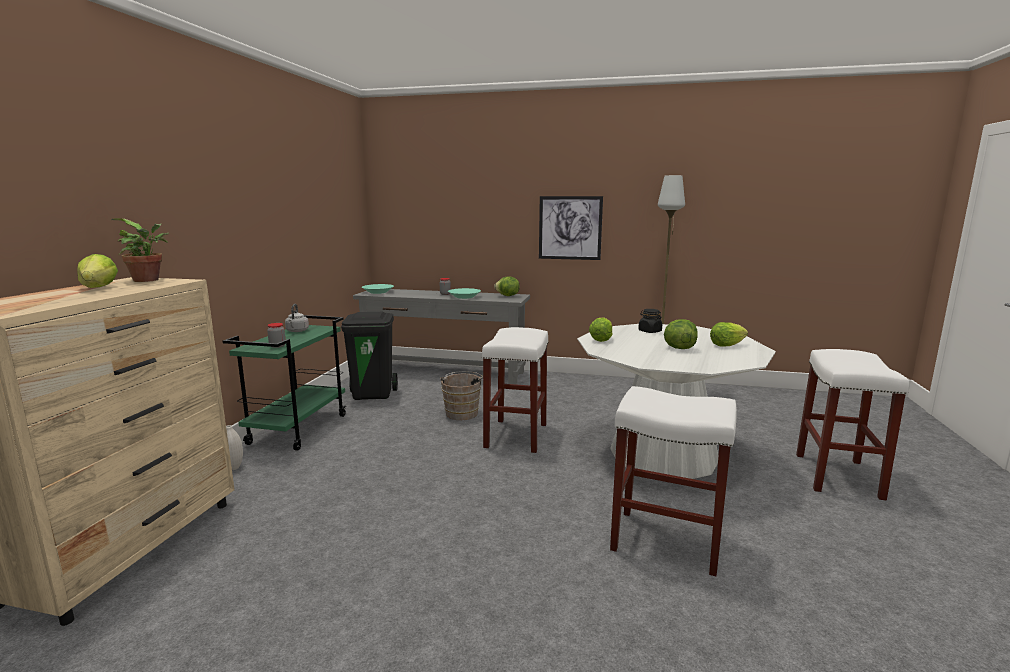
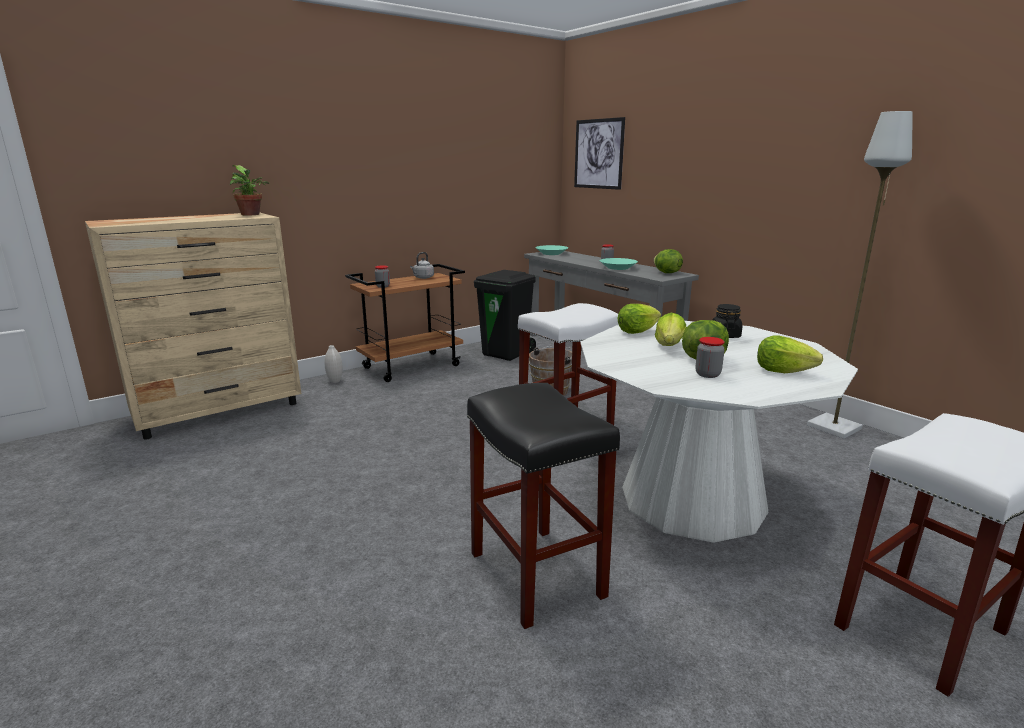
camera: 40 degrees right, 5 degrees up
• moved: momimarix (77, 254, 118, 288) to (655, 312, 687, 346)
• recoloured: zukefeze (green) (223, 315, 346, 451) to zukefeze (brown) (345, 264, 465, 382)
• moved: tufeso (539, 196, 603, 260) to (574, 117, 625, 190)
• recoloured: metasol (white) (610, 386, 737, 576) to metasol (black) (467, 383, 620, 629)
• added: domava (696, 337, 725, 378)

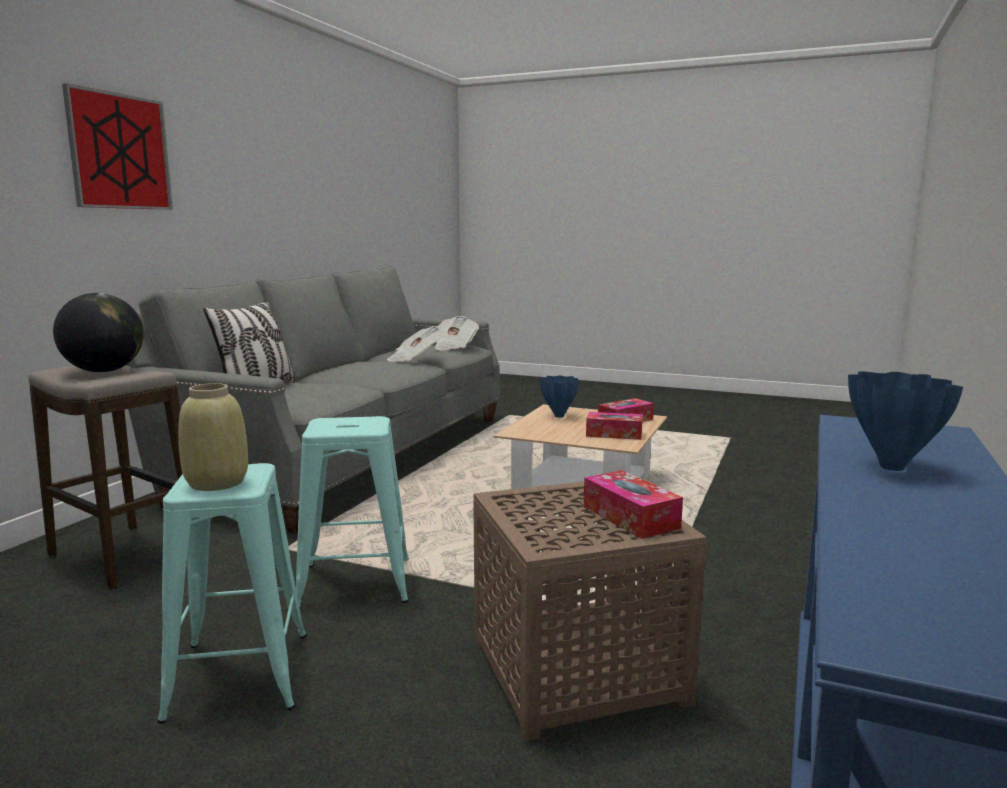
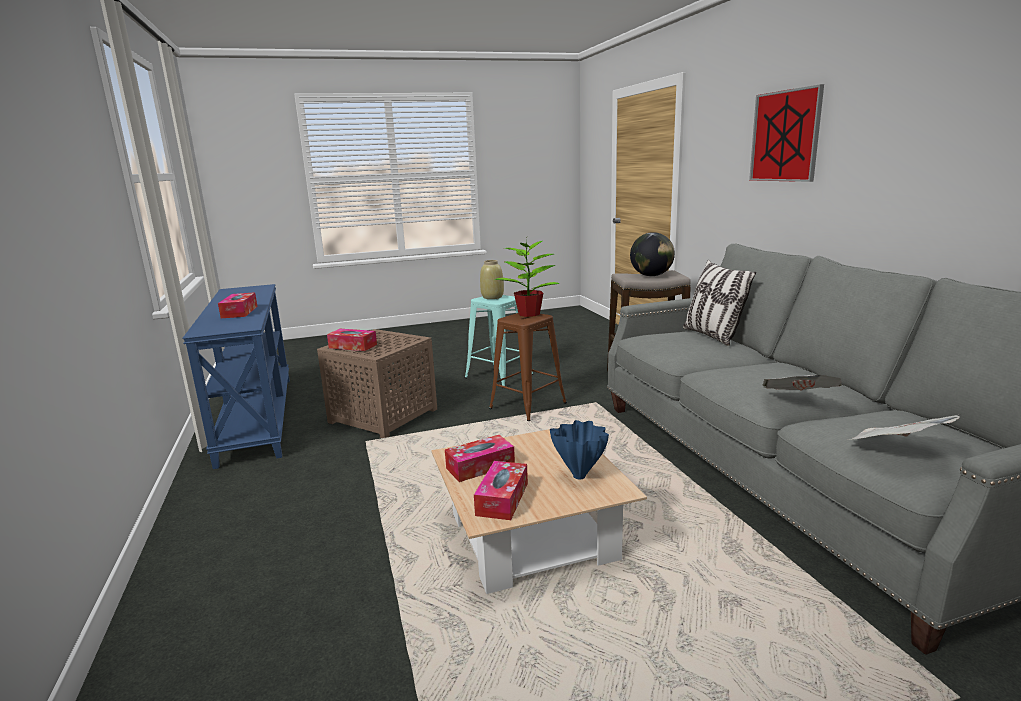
camera: 140 degrees right, 5 degrees up
• recoloured: metasol (turquoise) (296, 416, 409, 608) to metasol (brown) (489, 313, 567, 421)
• replaced: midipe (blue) (848, 371, 963, 471) to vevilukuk (218, 292, 258, 318)
• added: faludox (495, 238, 560, 317)

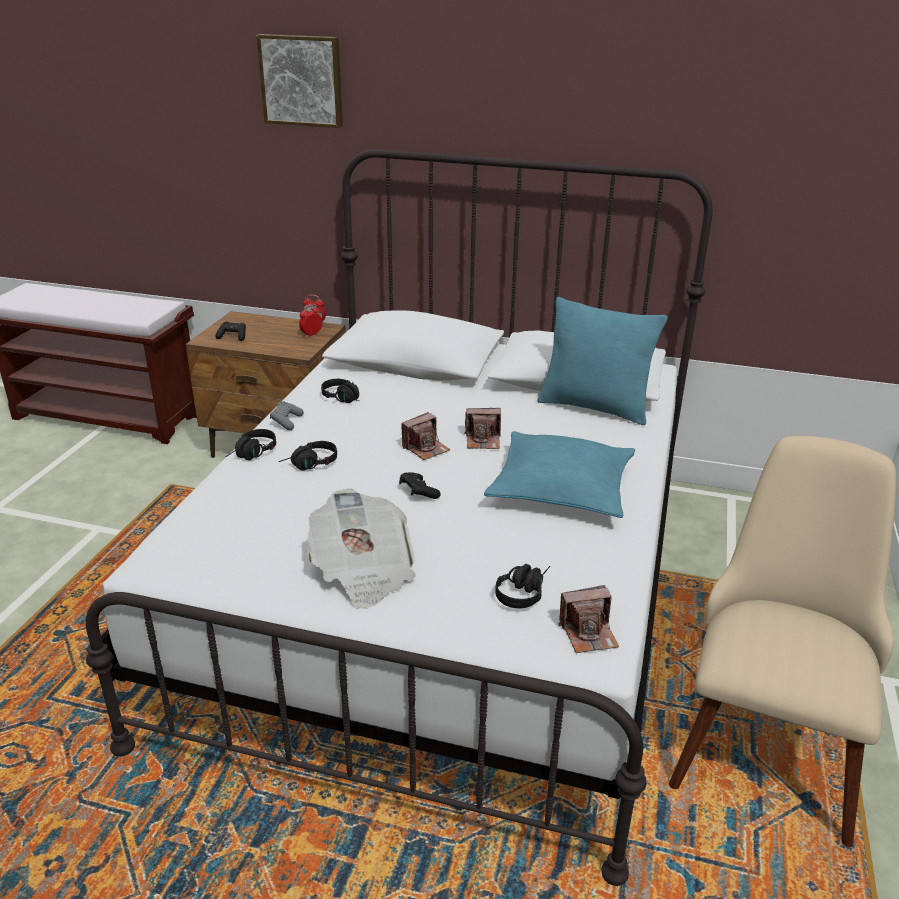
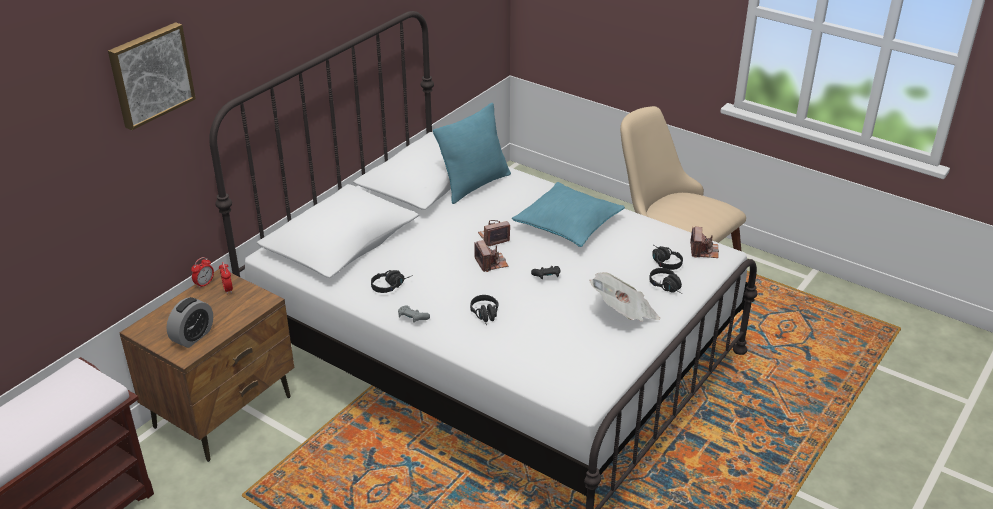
camera: 70 degrees left, 5 degrees up
• replaced: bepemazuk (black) (215, 322, 246, 341) to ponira (166, 297, 213, 348)
• moved: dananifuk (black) (226, 429, 276, 460) to (649, 268, 682, 294)
• turned: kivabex (464, 408, 501, 449) = (478, 220, 510, 246) 135 degrees counterclockwise

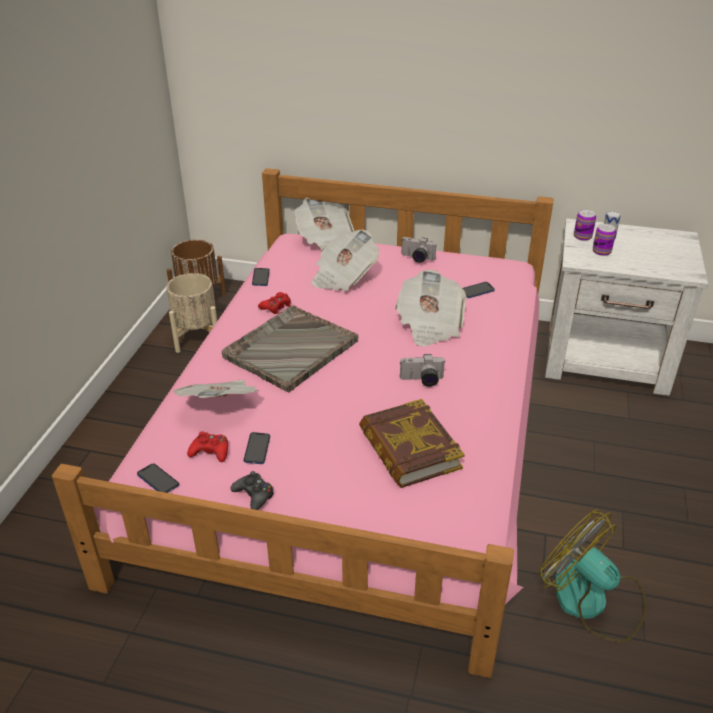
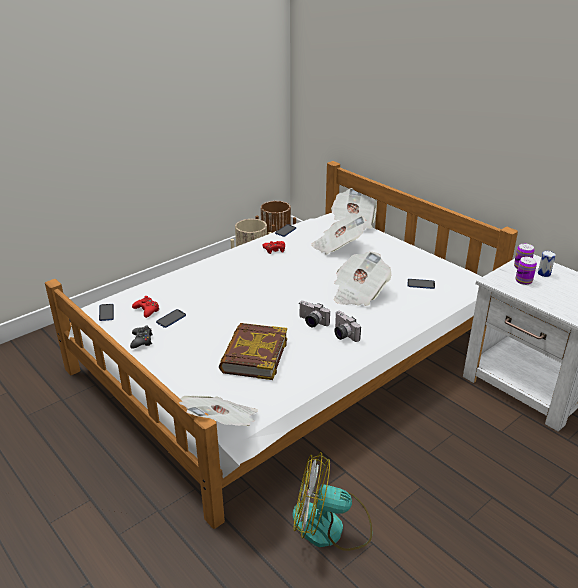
camera: 35 degrees right, 5 degrees down
• recoloured: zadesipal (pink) (52, 168, 554, 678) to zadesipal (white) (45, 161, 518, 529)
• moved: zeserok (174, 380, 259, 398) to (179, 396, 258, 426)
• removed: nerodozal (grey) (222, 305, 358, 393)
• moved: kivabex (401, 237, 437, 263) to (334, 311, 361, 342)
• turned: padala (538, 510, 647, 642) = (293, 452, 372, 551) 75 degrees counterclockwise

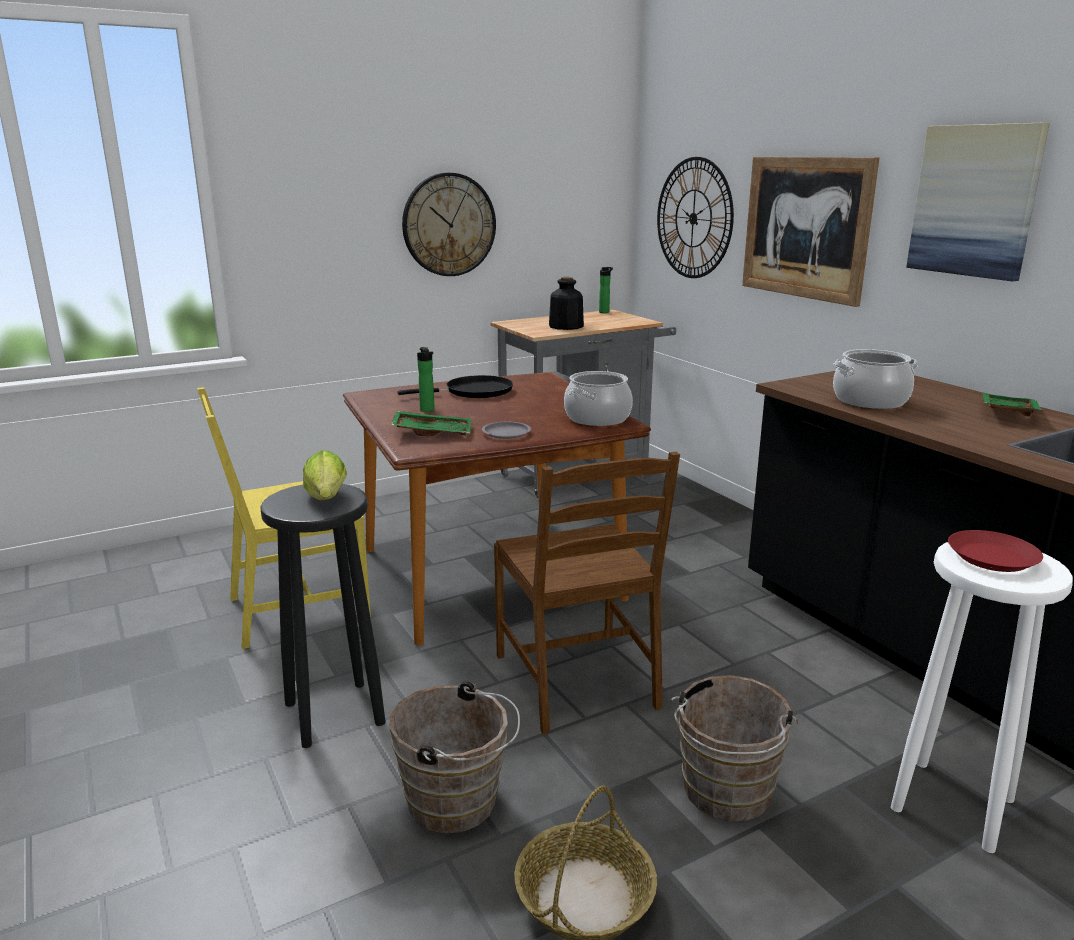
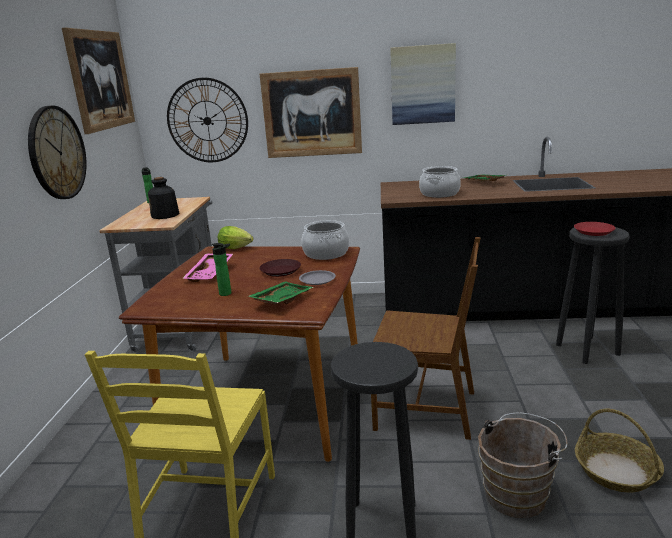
camera: 55 degrees left, 0 degrees up
• moved: momimarix (303, 450, 347, 500) to (218, 226, 253, 249)
• replaced: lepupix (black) (397, 375, 513, 398) to nerodozal (pink) (182, 253, 233, 282)
• removed: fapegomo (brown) (670, 675, 798, 821)
• recoloured: metasol (white) (891, 542, 1073, 853) to metasol (black) (556, 227, 630, 364)
• added: tufeso (62, 28, 135, 134)
• added: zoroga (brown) (259, 259, 301, 277)

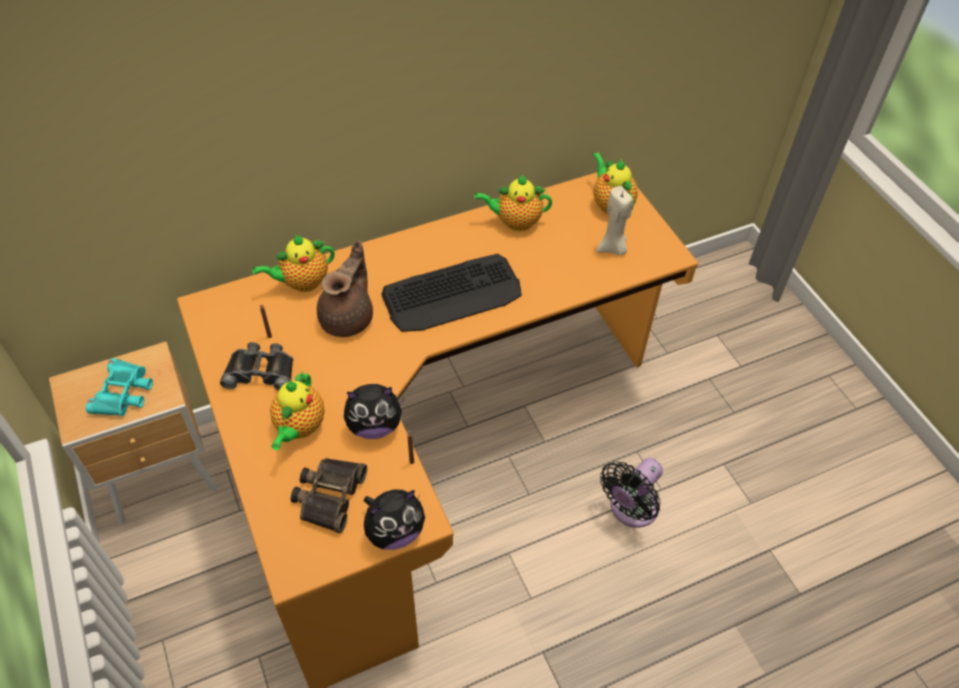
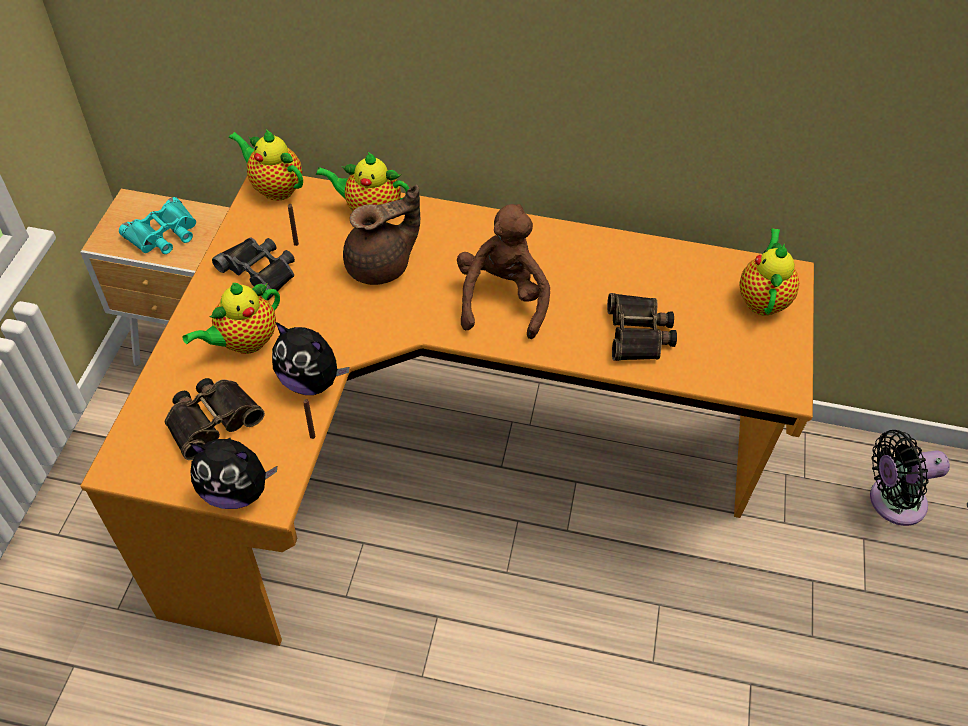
camera: 35 degrees right, 0 degrees up
• replaced: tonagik (382, 254, 522, 332) to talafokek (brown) (457, 204, 550, 339)
• moved: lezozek (474, 175, 552, 231) to (229, 129, 303, 201)
• removed: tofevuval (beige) (596, 186, 633, 256)
• moved: padala (black) (600, 458, 663, 528) to (870, 430, 950, 526)
• added: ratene (607, 293, 677, 361)

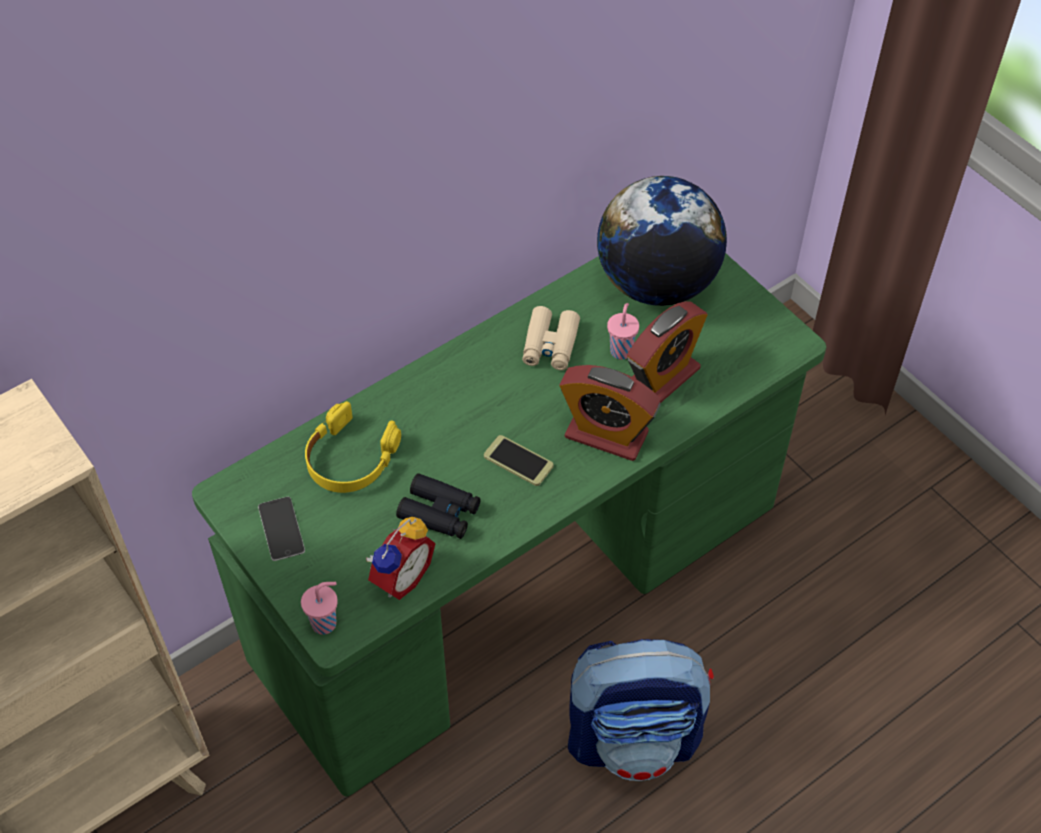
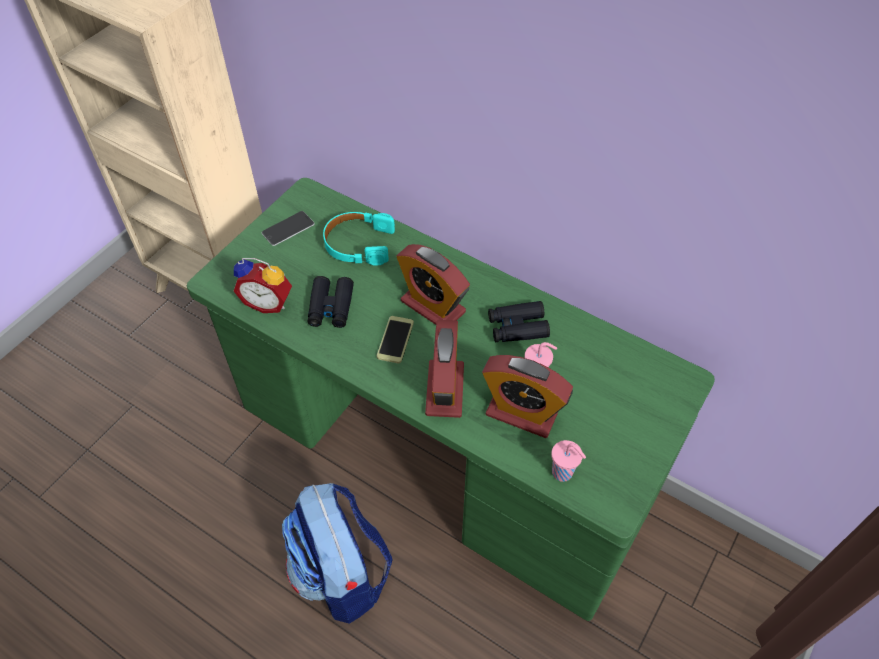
camera: 70 degrees right, 0 degrees up
• moved: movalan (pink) (301, 582, 338, 635) to (551, 440, 586, 482)
• recoloured: dananifuk (yellow) (305, 401, 401, 493) to dananifuk (turquoise) (323, 212, 395, 265)
• recoloured: ratene (beige) (522, 306, 580, 370) to ratene (black) (488, 301, 550, 342)
• removed: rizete (597, 176, 727, 306)
• added: ponira (397, 244, 470, 325)

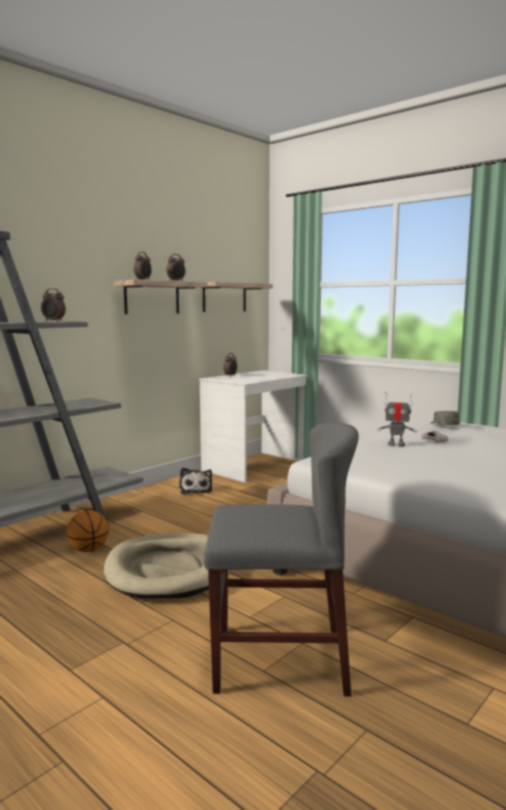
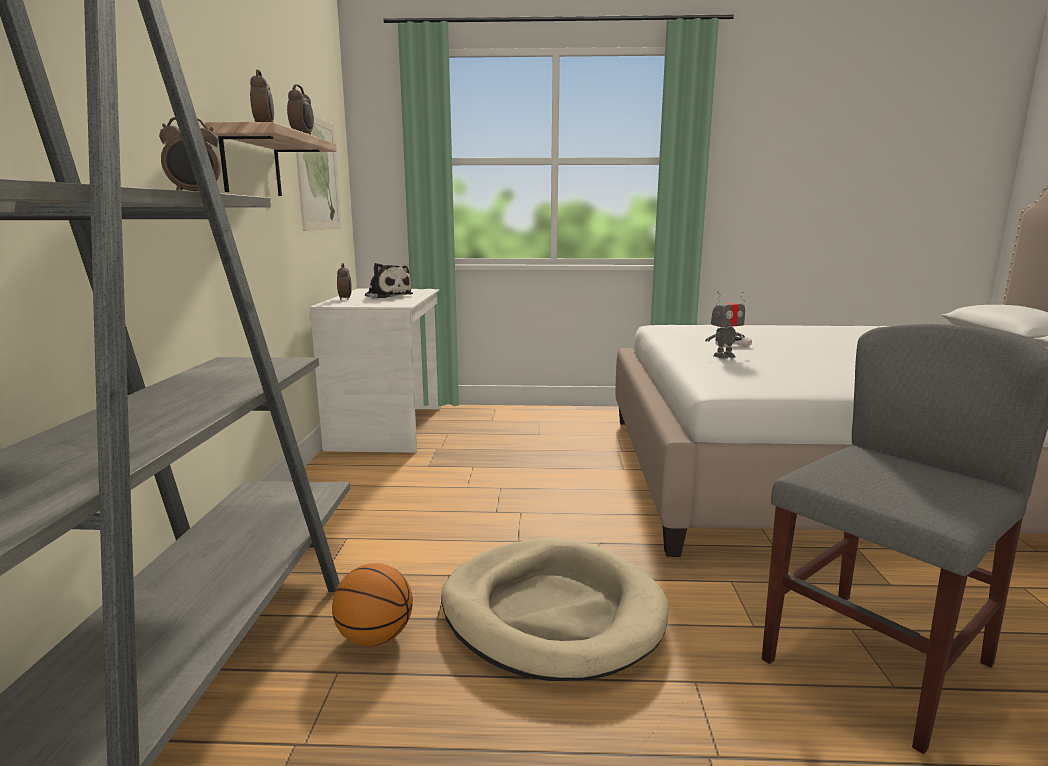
camera: 40 degrees left, 5 degrees up
• moved: talafokek (179, 468, 212, 494) to (365, 263, 413, 298)
• replaced: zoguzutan (203, 282, 273, 312) to tufeso (296, 116, 342, 231)
• removed: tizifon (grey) (430, 411, 460, 425)

